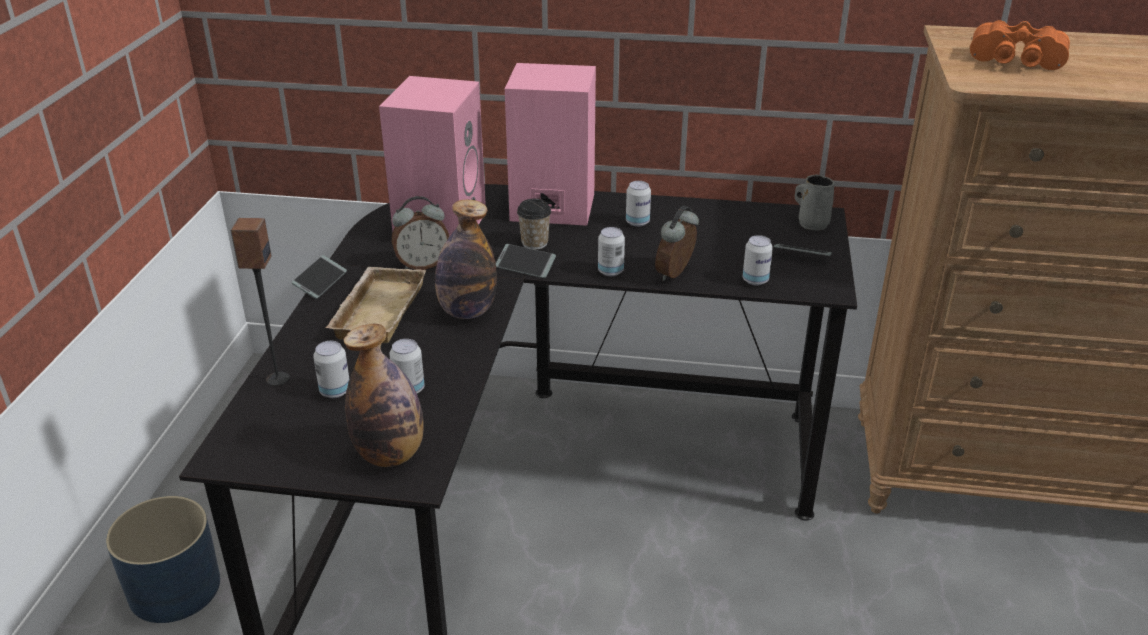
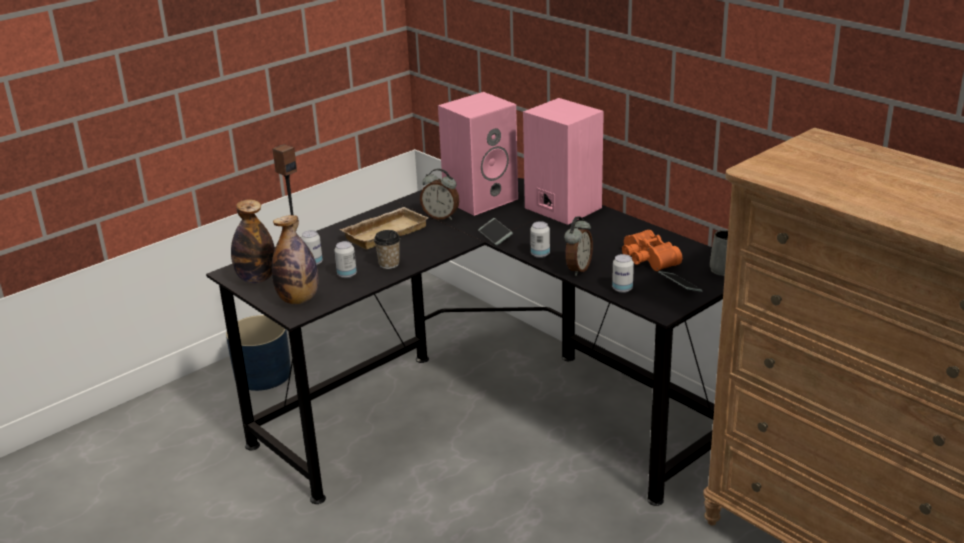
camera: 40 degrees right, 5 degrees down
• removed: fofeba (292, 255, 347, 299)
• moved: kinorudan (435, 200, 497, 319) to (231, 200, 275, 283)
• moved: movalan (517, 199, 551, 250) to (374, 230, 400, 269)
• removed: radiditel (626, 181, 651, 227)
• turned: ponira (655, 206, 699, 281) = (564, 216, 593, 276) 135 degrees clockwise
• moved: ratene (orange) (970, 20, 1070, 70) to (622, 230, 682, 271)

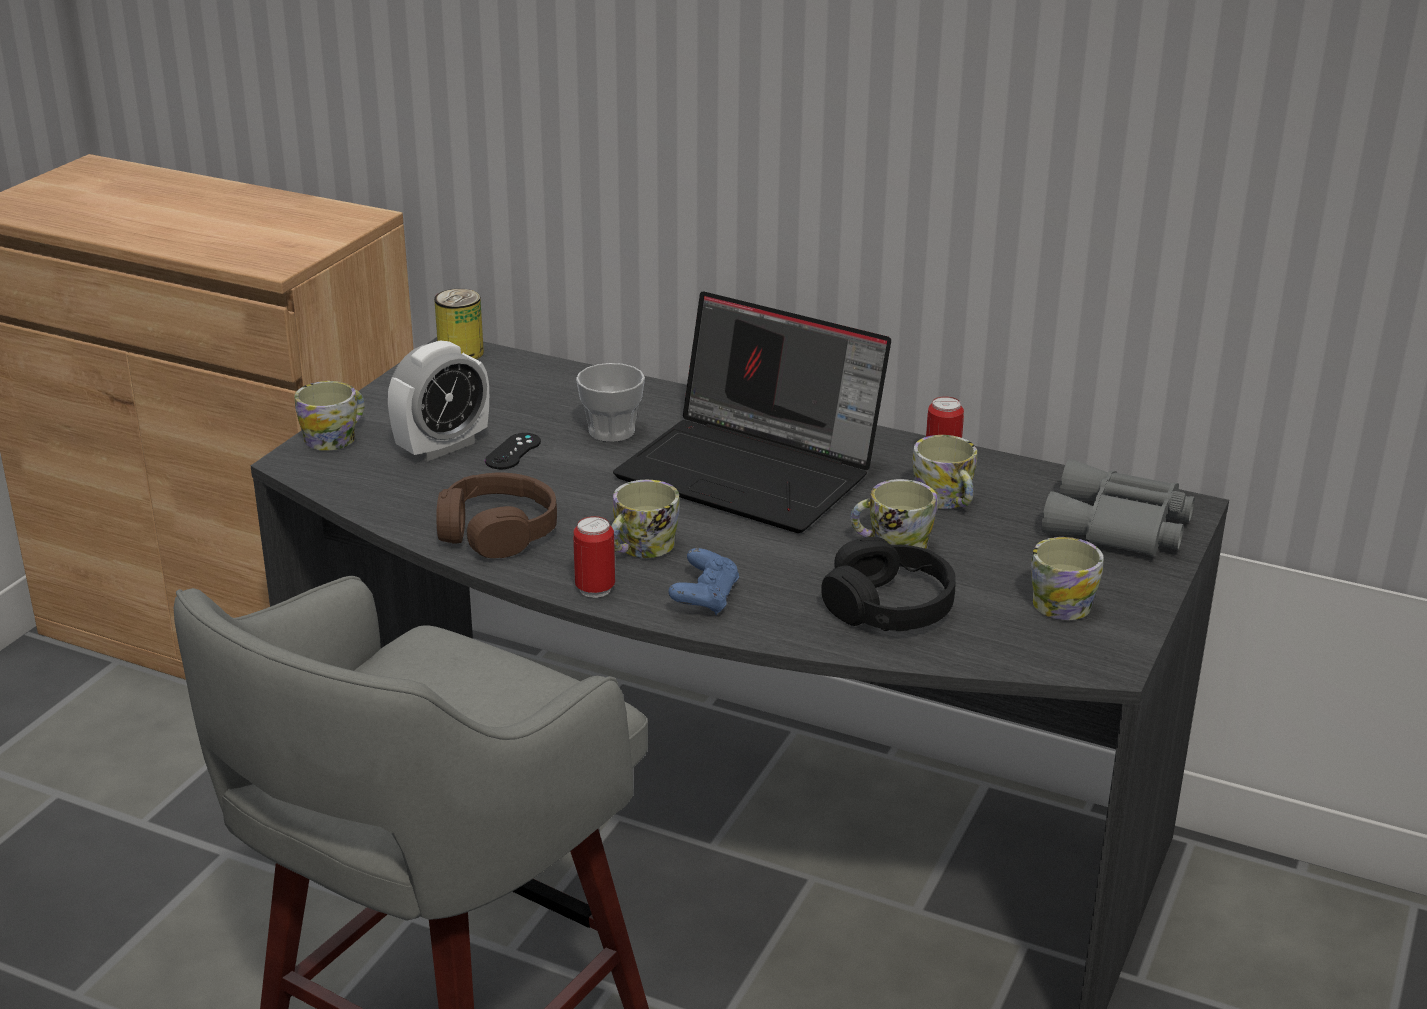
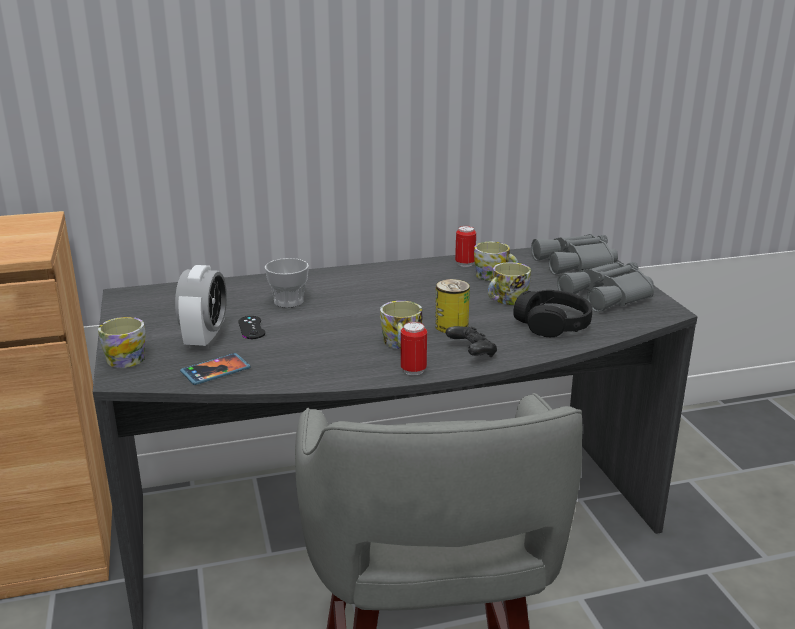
camera: 40 degrees left, 5 degrees down
• moved: radiditel (434, 289, 484, 359) to (435, 279, 470, 333)
• removed: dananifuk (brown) (436, 473, 557, 558)
• removed: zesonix (613, 291, 891, 533)
• recoloured: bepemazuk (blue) (668, 548, 739, 615) to bepemazuk (black) (446, 326, 497, 357)
• replaced: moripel (1031, 537, 1104, 620) to ratene (grey) (557, 262, 654, 312)
• added: fofeba (180, 353, 250, 385)

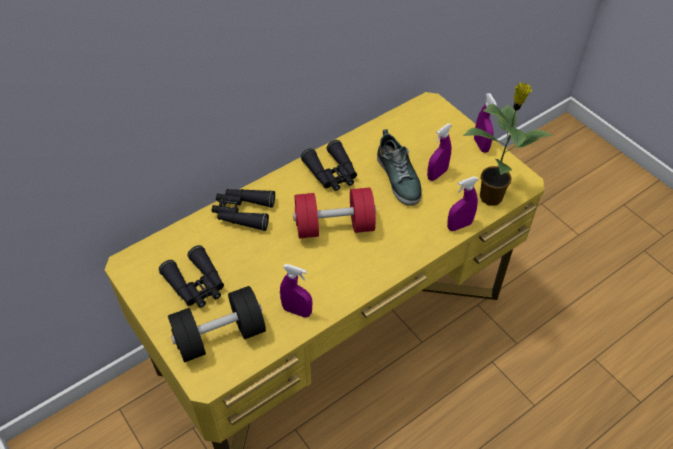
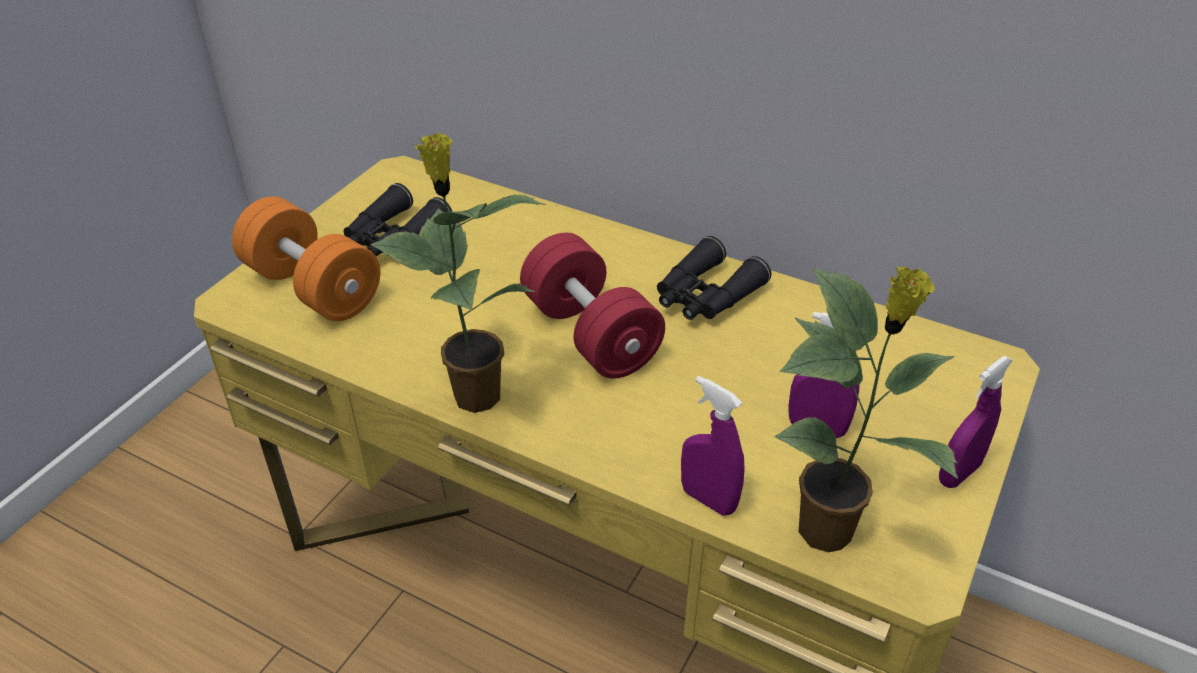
camera: 65 degrees right, 10 degrees down
• recoloured: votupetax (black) (168, 286, 266, 363) to votupetax (orange) (232, 196, 380, 321)
• removed: ratene (black) (212, 189, 275, 231)
• removed: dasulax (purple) (280, 264, 312, 318)
• removed: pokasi (377, 129, 422, 206)
• added: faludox (370, 133, 547, 413)

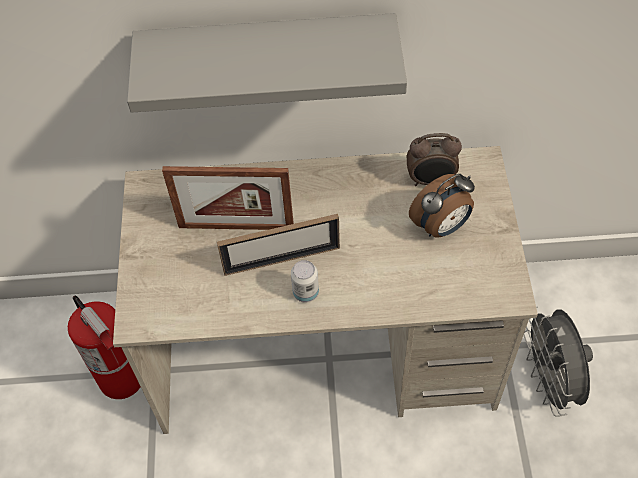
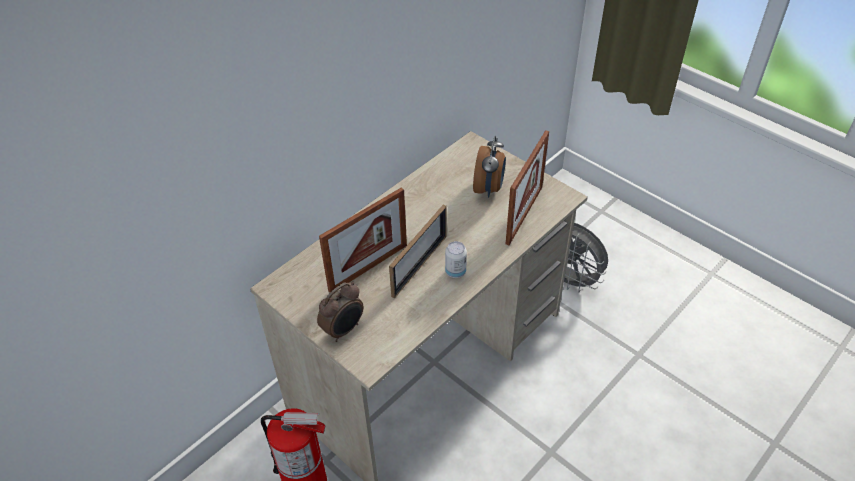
camera: 45 degrees left, 10 degrees down
• removed: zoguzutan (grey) (127, 13, 407, 113)
• moved: ponira (407, 133, 462, 186) to (317, 282, 363, 342)
• added: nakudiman (506, 130, 549, 245)

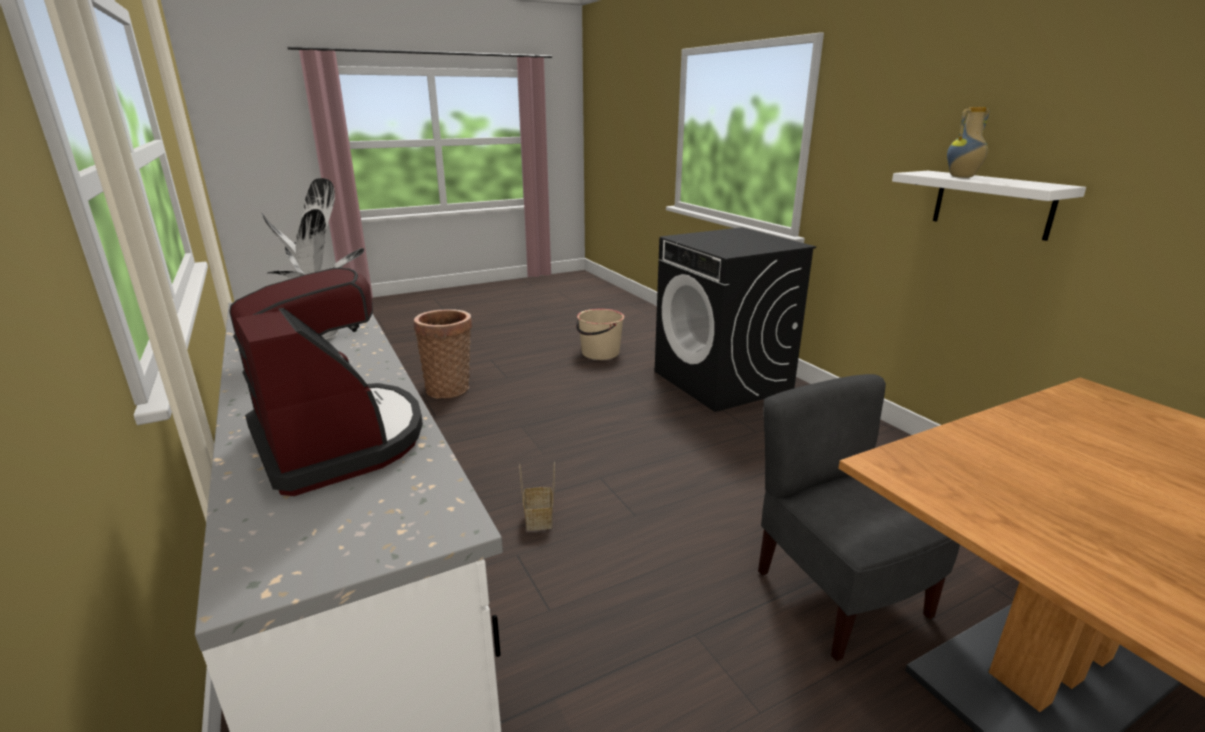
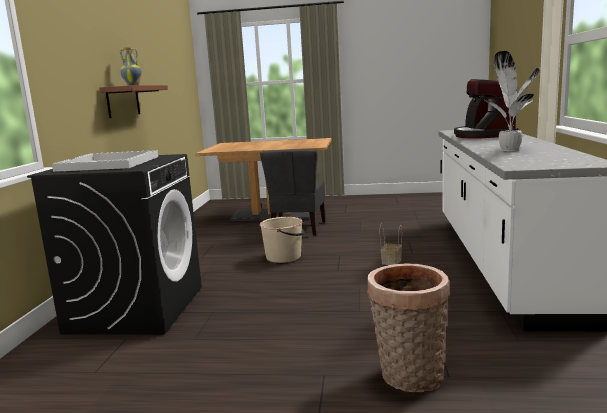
camera: 145 degrees left, 10 degrees down
• moved: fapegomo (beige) (576, 309, 624, 360) to (260, 217, 304, 263)
• recoloured: zoguzutan (white) (892, 171, 1086, 241) to zoguzutan (brown) (99, 85, 168, 118)
• added: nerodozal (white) (52, 150, 158, 172)

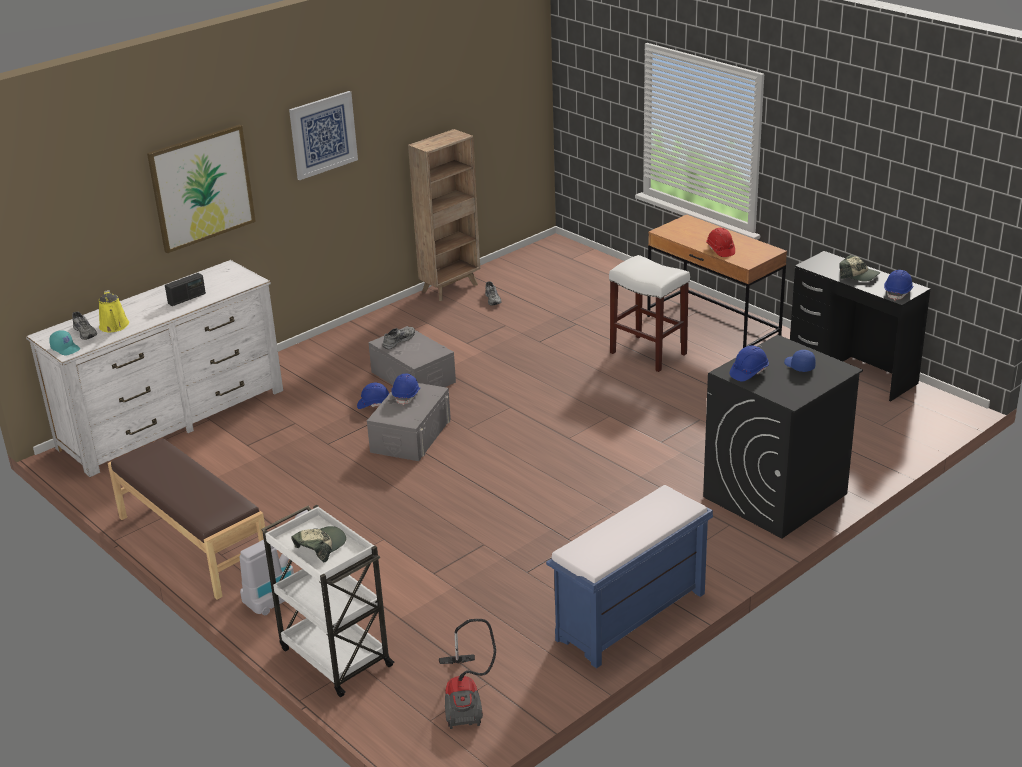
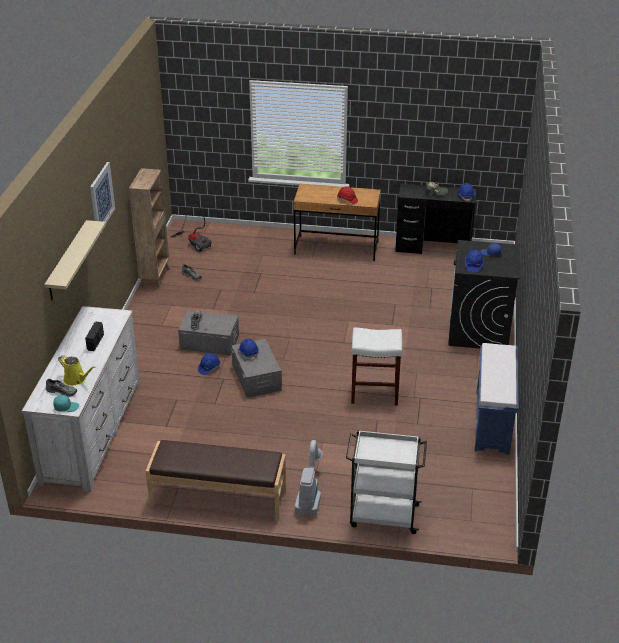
camera: 40 degrees left, 5 degrees up
• replaced: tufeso (147, 124, 256, 253) to zoguzutan (beige) (44, 220, 106, 300)
• removed: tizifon (291, 526, 346, 562)
• moved: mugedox (439, 619, 496, 729) to (171, 204, 212, 252)
• moved: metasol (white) (609, 255, 690, 372) to (351, 327, 402, 406)

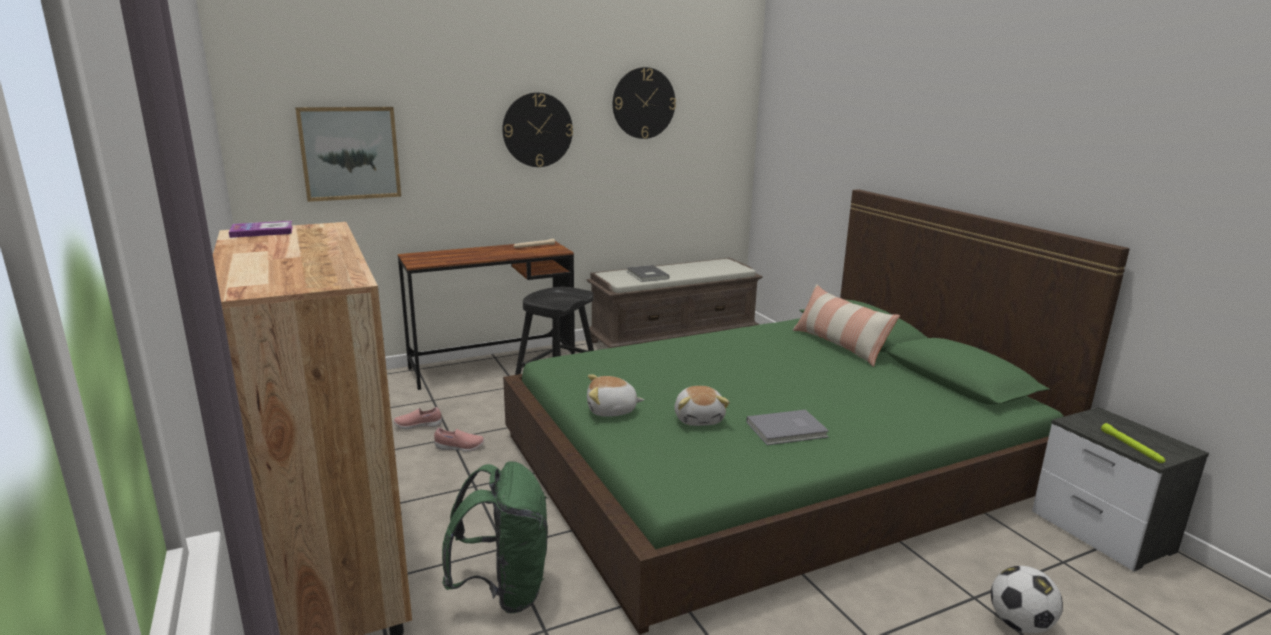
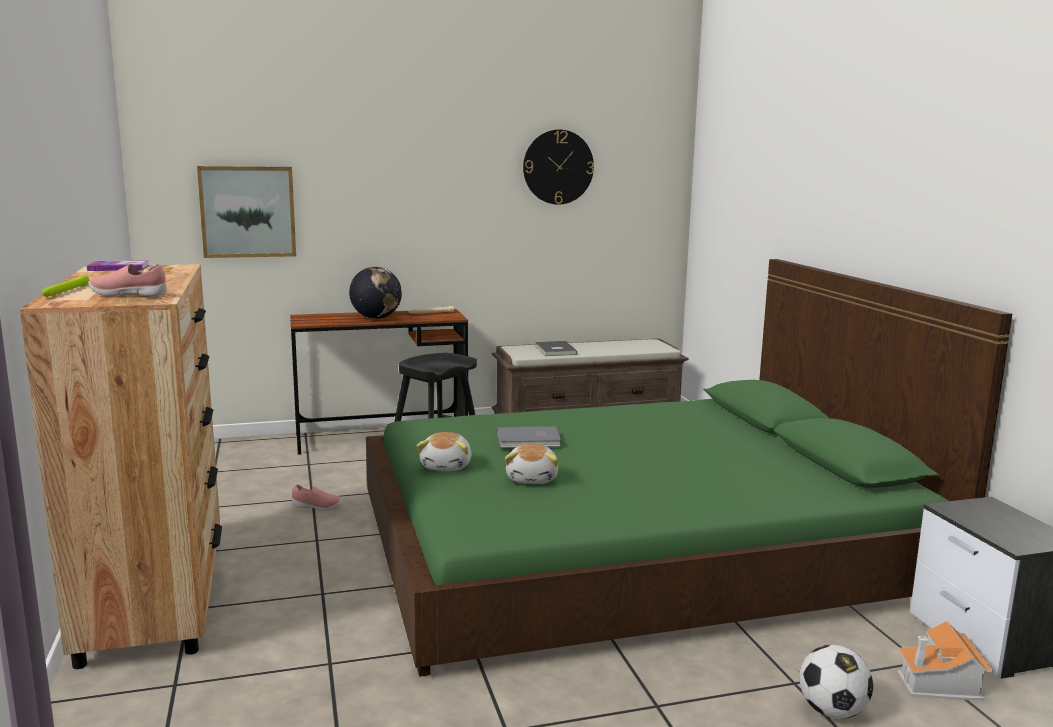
camera: 10 degrees right, 5 degrees down
• moved: pokasi (pink) (393, 407, 442, 429) to (88, 264, 167, 296)
• removed: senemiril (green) (442, 461, 548, 613)
• removed: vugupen (502, 92, 573, 167)
• turned: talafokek (587, 374, 644, 417) = (417, 432, 471, 471) 90 degrees counterclockwise
• moved: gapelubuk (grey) (746, 410, 829, 445) to (497, 426, 562, 448)
• removed: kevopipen (792, 284, 900, 367)
• moved: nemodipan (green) (1101, 423, 1165, 463) to (42, 275, 89, 297)
• added: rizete (349, 267, 402, 319)
• added: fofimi (897, 621, 993, 700)

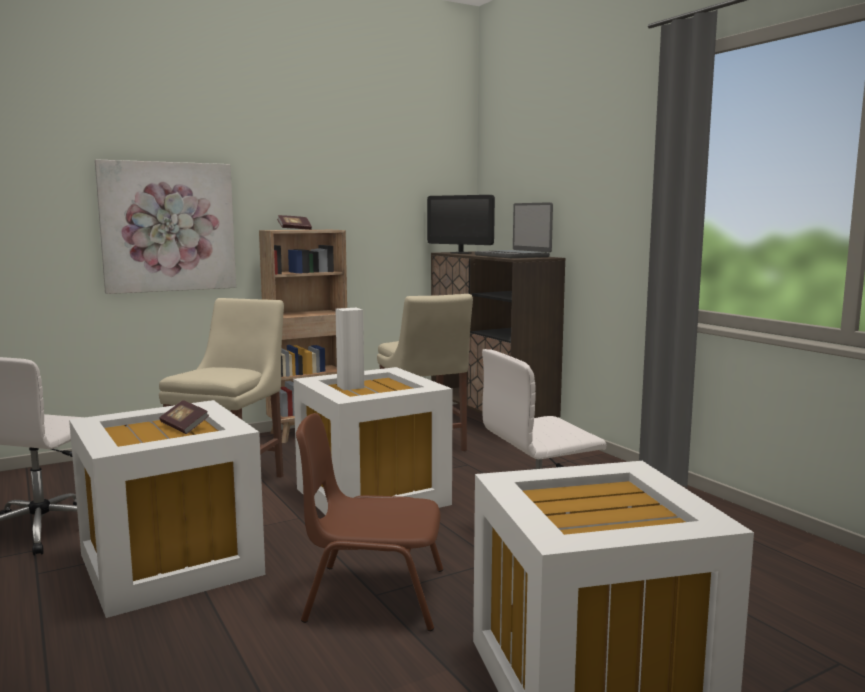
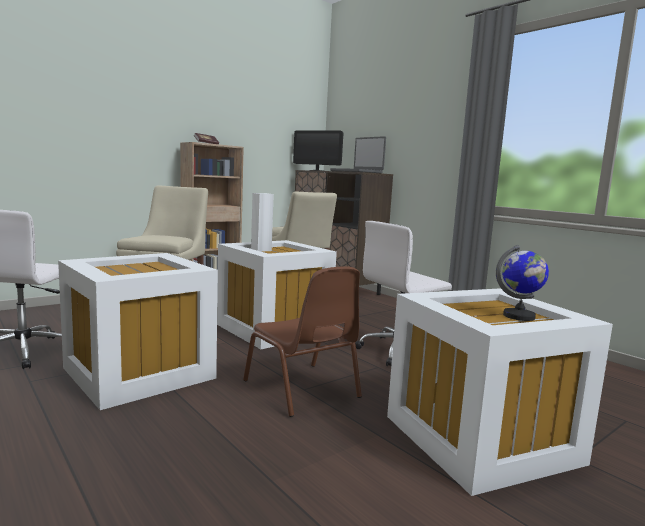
camera: 10 degrees left, 0 degrees up
• removed: tufeso (95, 159, 236, 294)
• removed: gapelubuk (159, 400, 209, 434)
• turned: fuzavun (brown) (296, 413, 443, 631) = (243, 266, 362, 417) 120 degrees counterclockwise
• added: rizete (496, 245, 549, 321)

